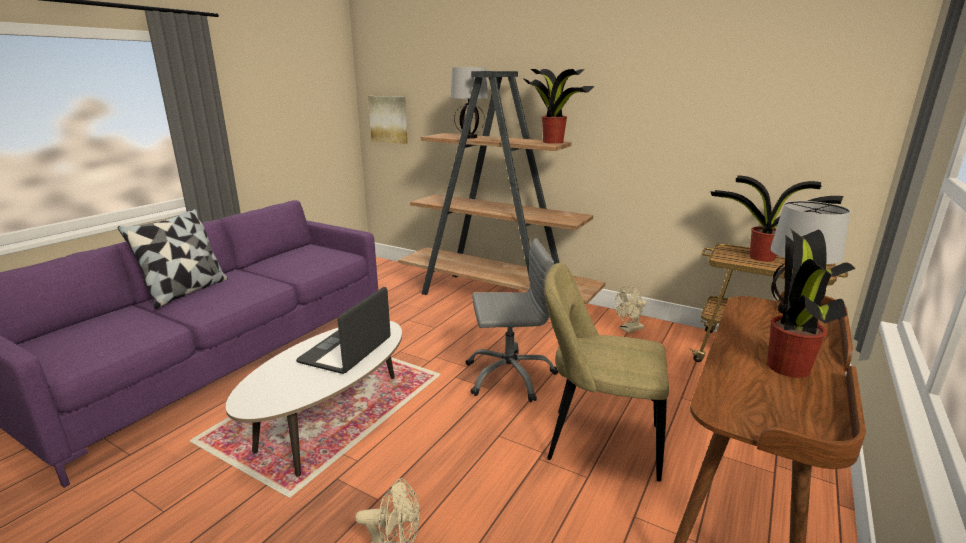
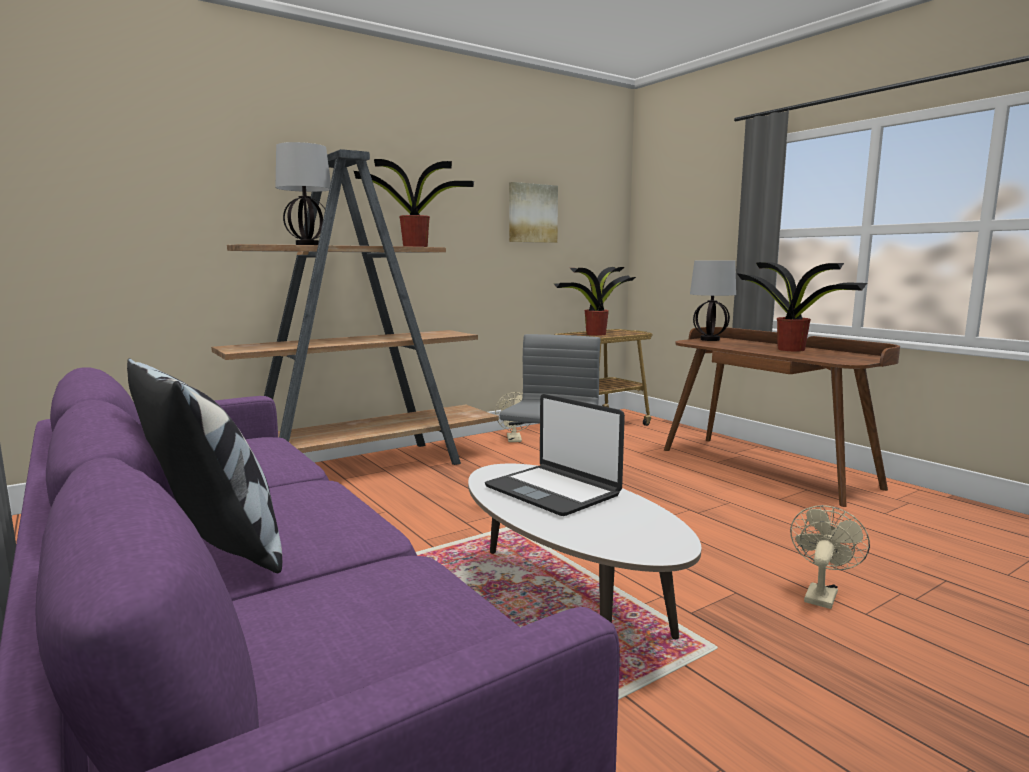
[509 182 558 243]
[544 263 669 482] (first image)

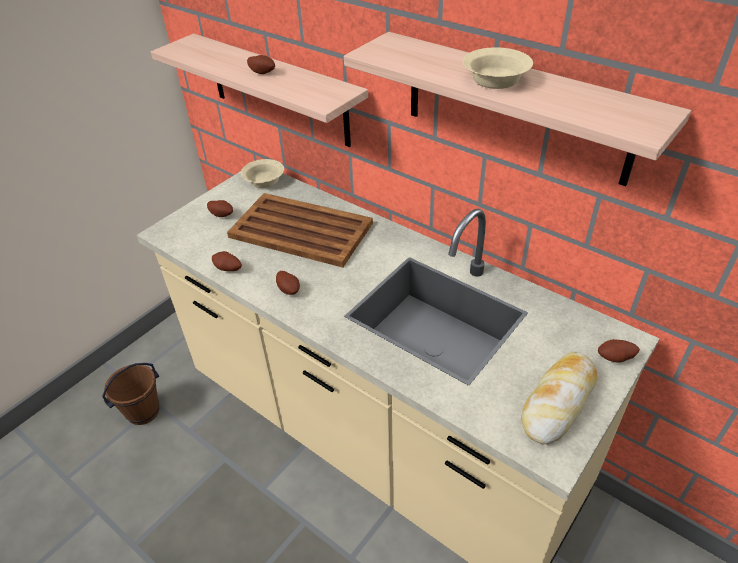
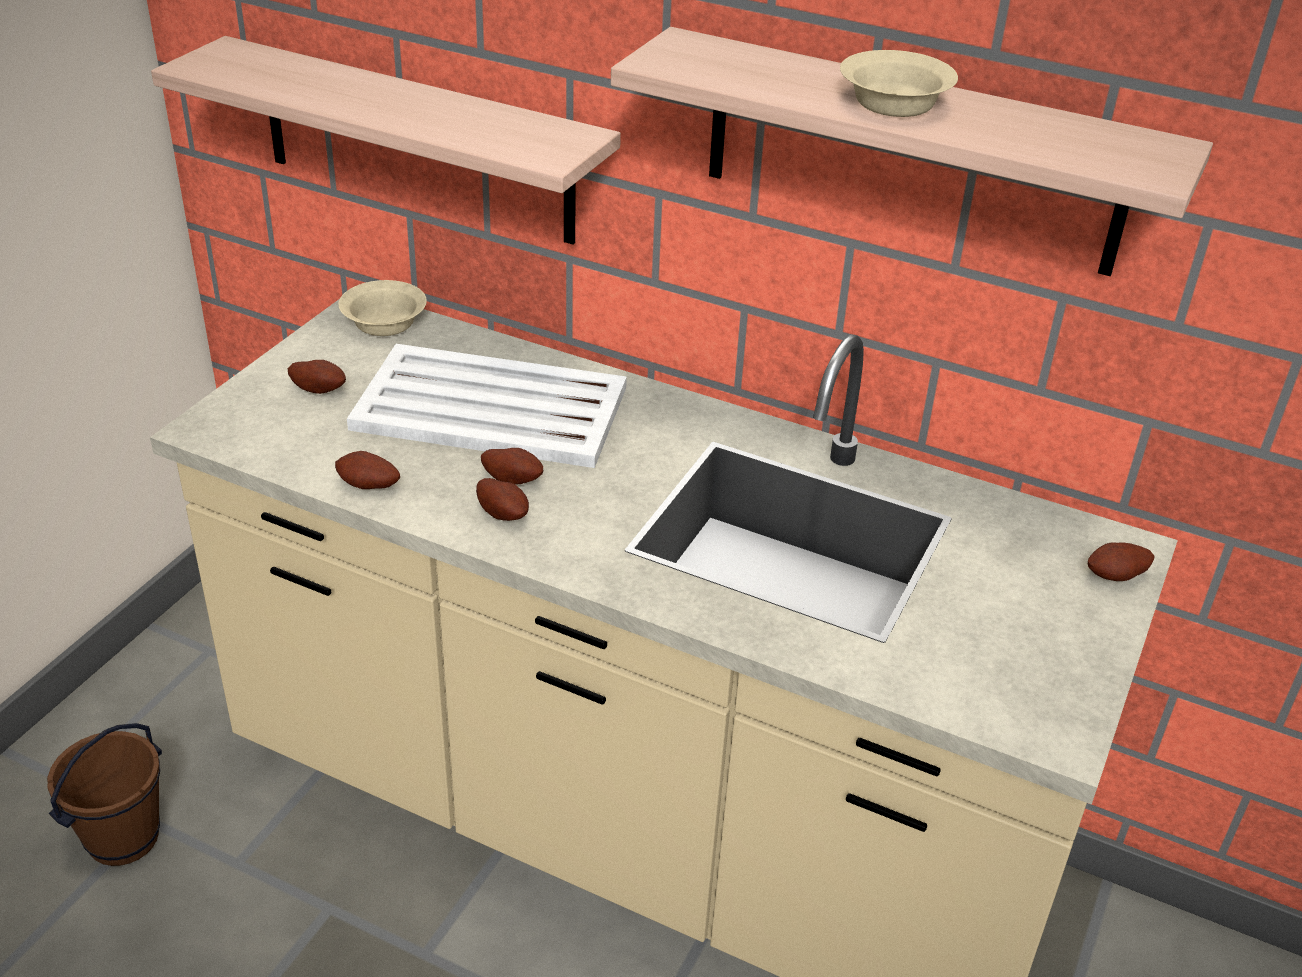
[481 448 543 485]
[347 344 627 468]
[521 352 598 444] (first image)

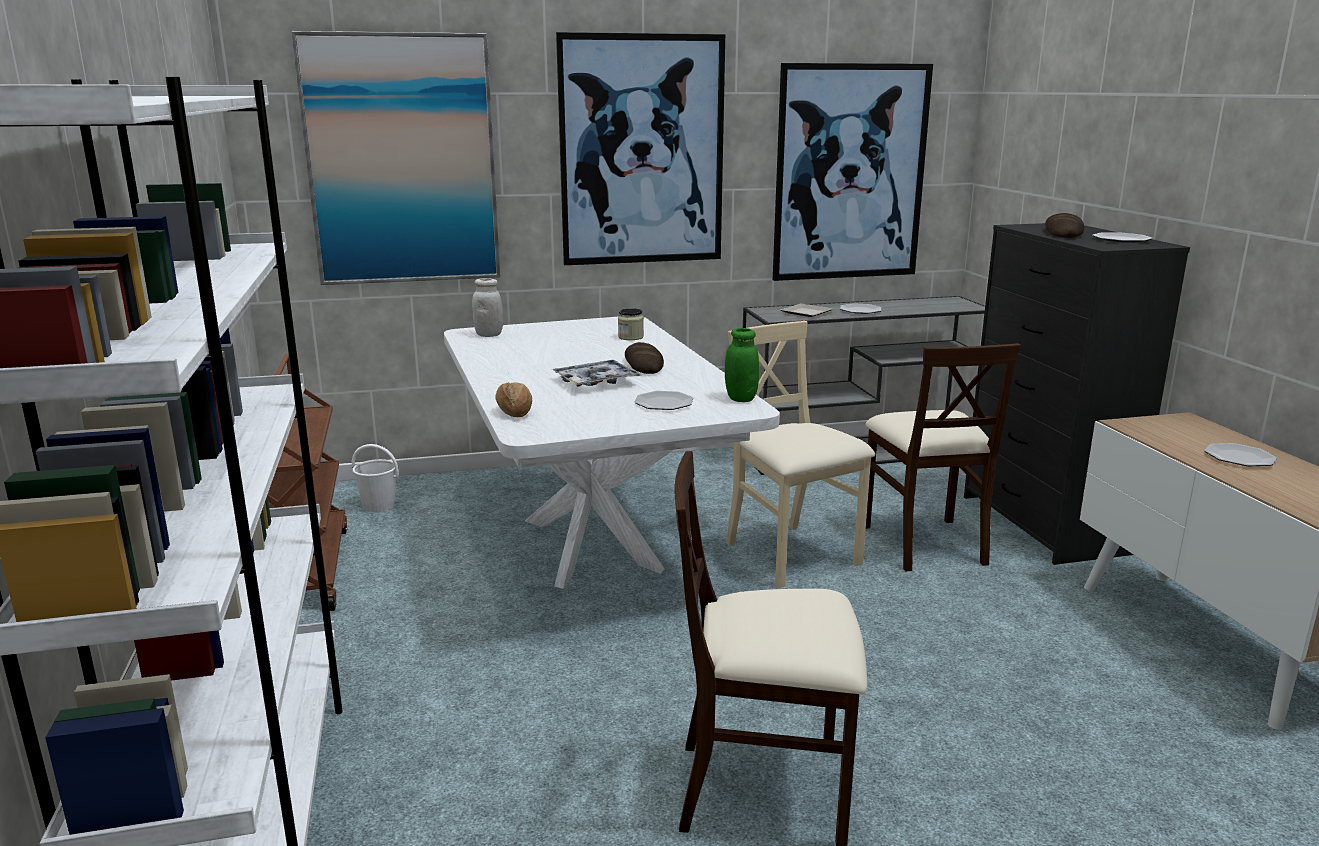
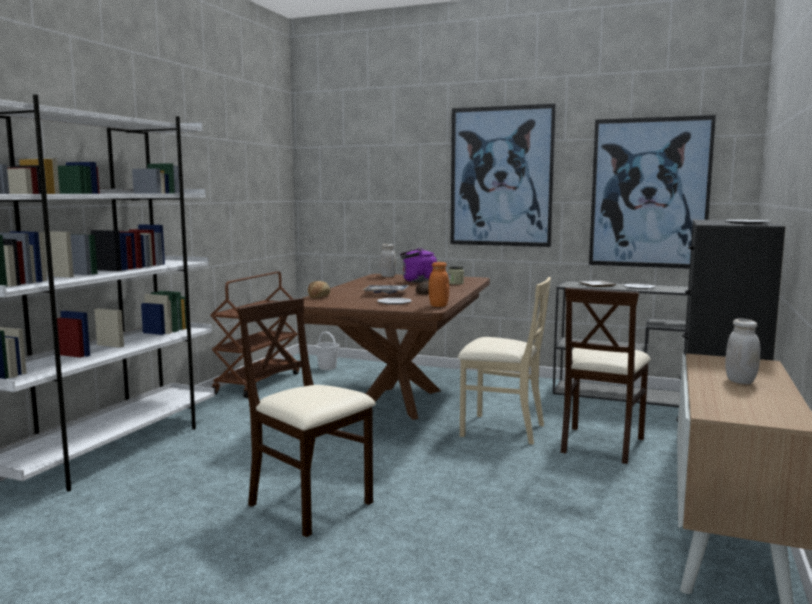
[291 31 500 285] (first image)
[1045 213 1085 238] (first image)
[303 274 490 420]
[458 277 551 445]
[428 262 449 307]
[725 319 760 384]
[400 248 437 283]

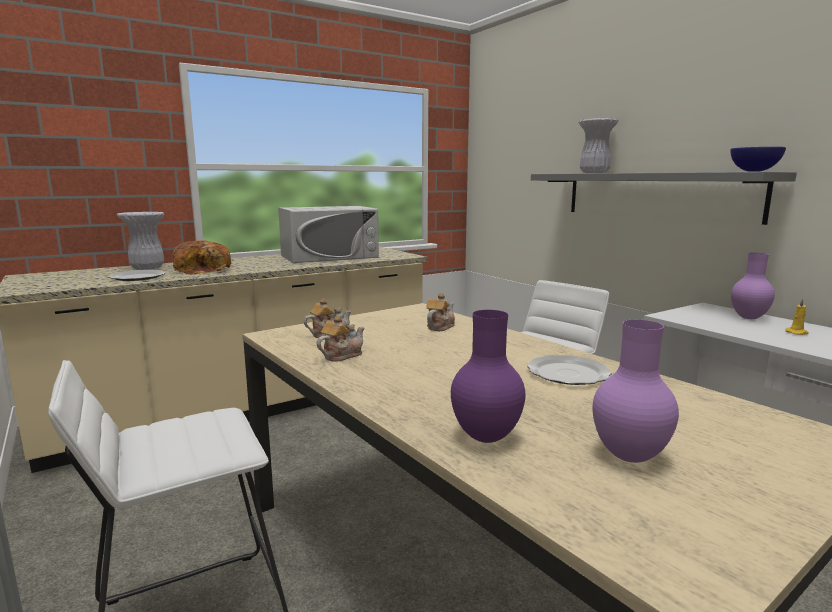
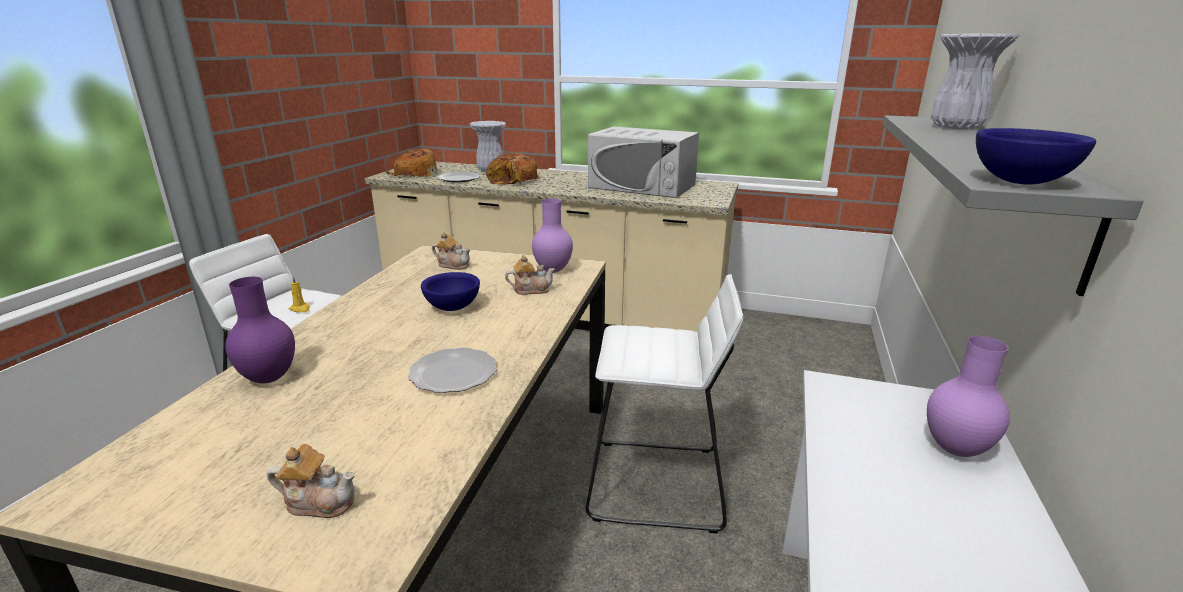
[288 276 310 312]
[267 444 355 518]
[532 199 573 273]
[387 148 437 177]
[421 272 480 311]

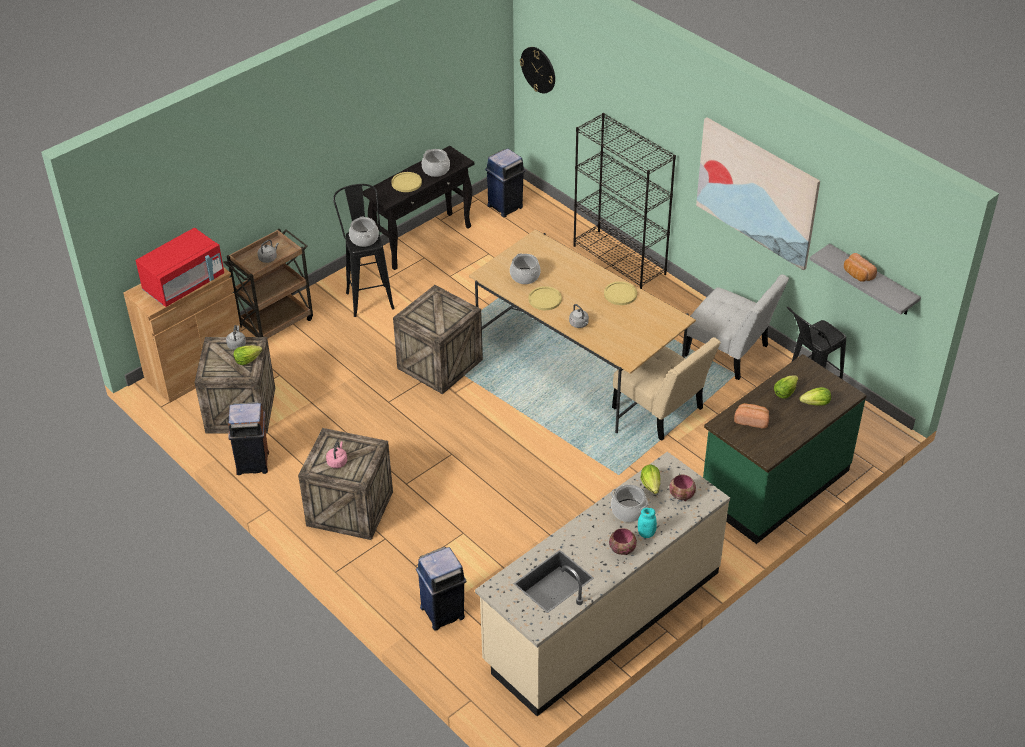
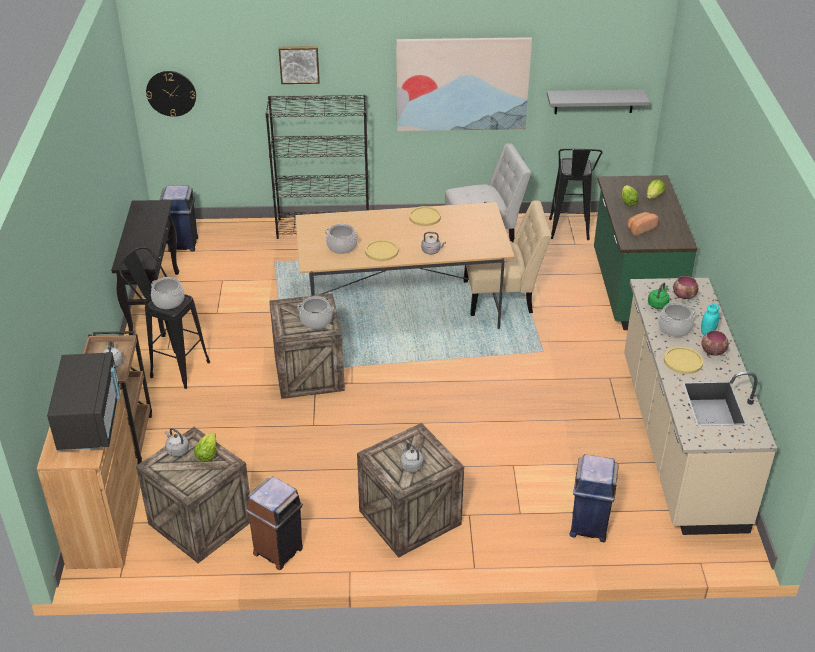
[297 296 334 329]
[664 347 703 374]
[47 352 120 451]
[844 253 877 282] (first image)
[400 443 424 472]
[648 283 670 309]
[279 46 320 84]

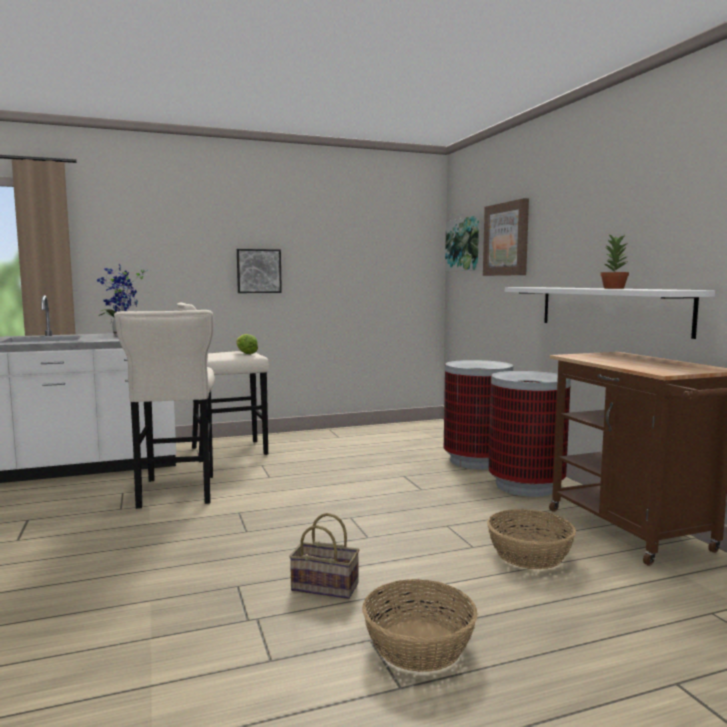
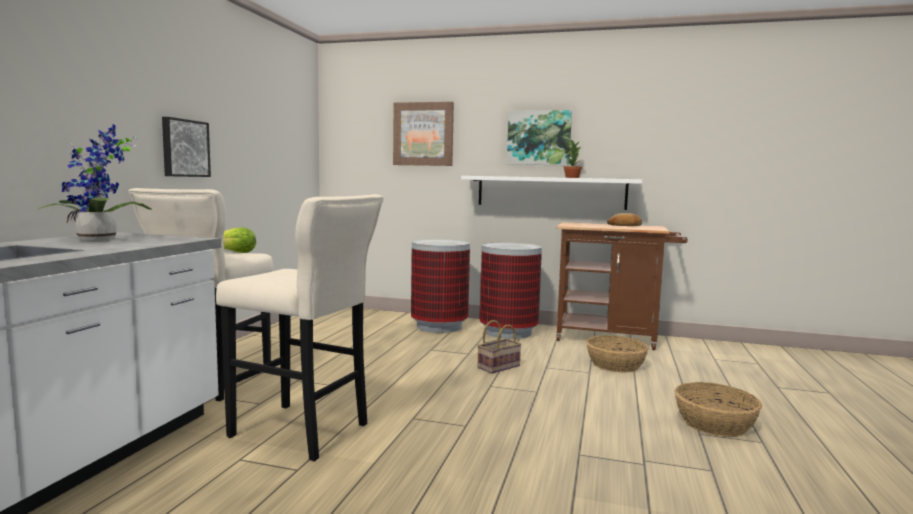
[507 110 572 165]
[477 320 521 374]
[607 213 642 226]

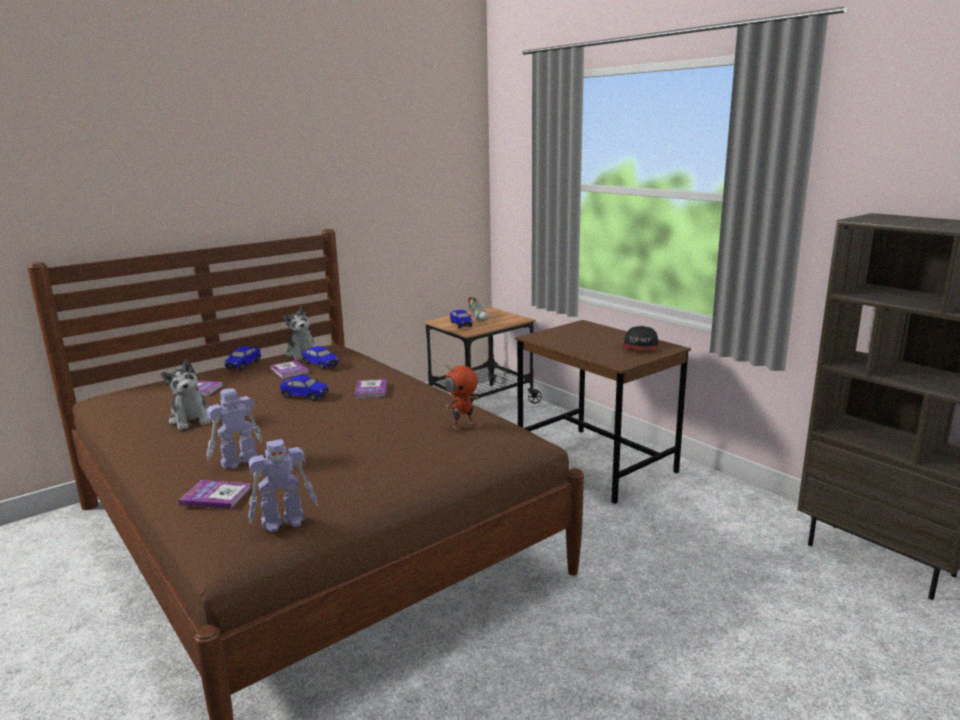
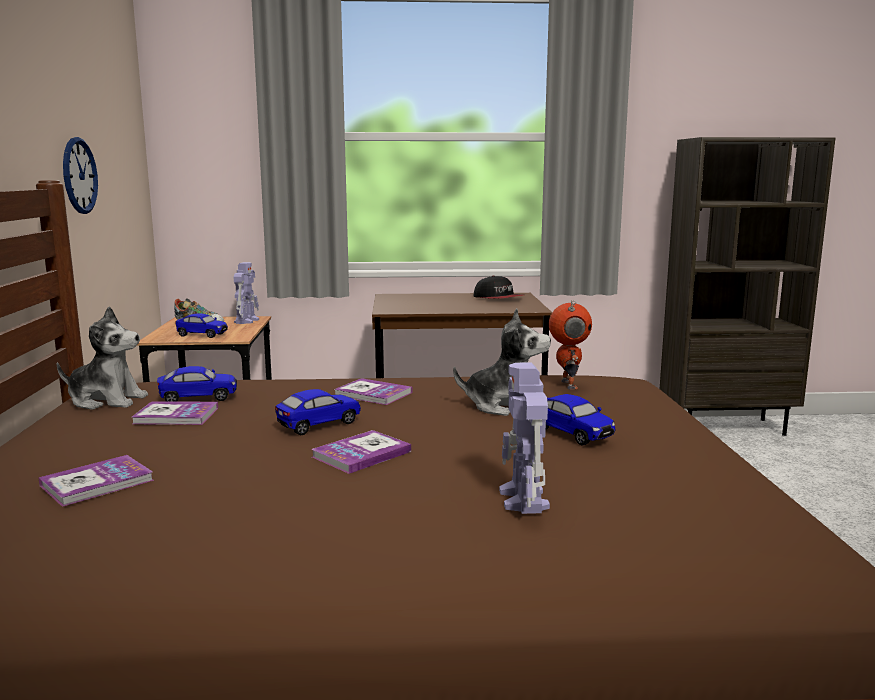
[546 394 615 446]
[453 308 551 416]
[233 262 259 324]
[311 430 411 474]
[63 137 98 214]

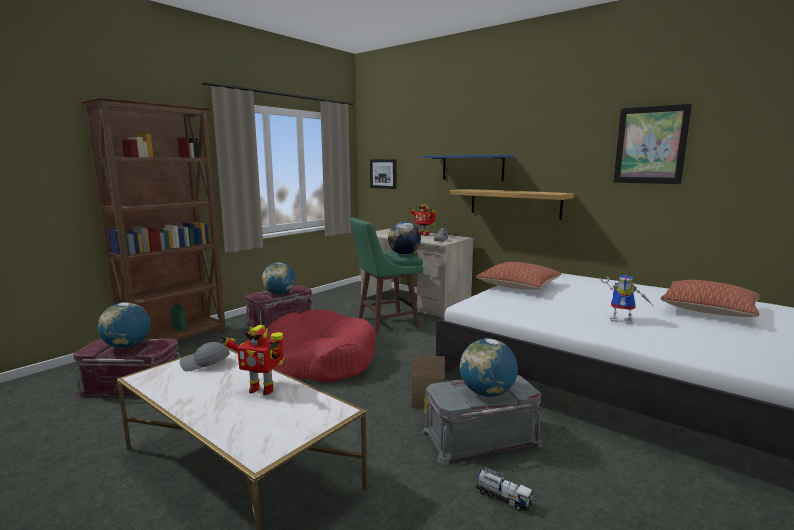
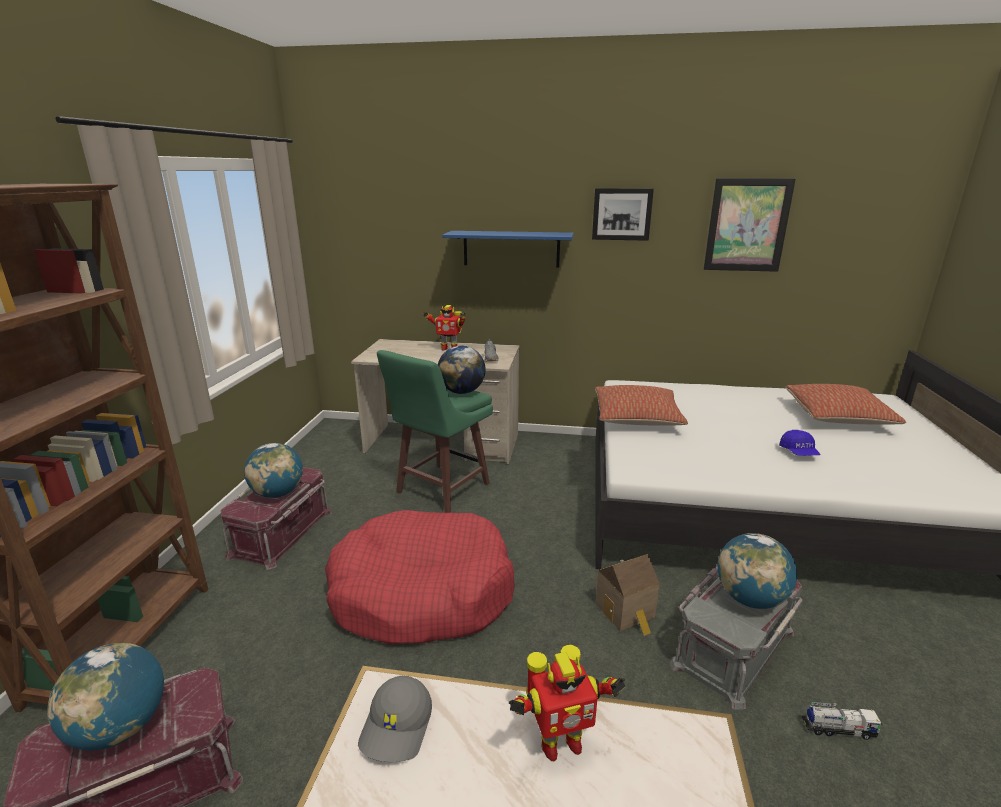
[592 188 654 241]
[450 189 574 220] (first image)
[779 430 821 456]
[358 676 432 762]

